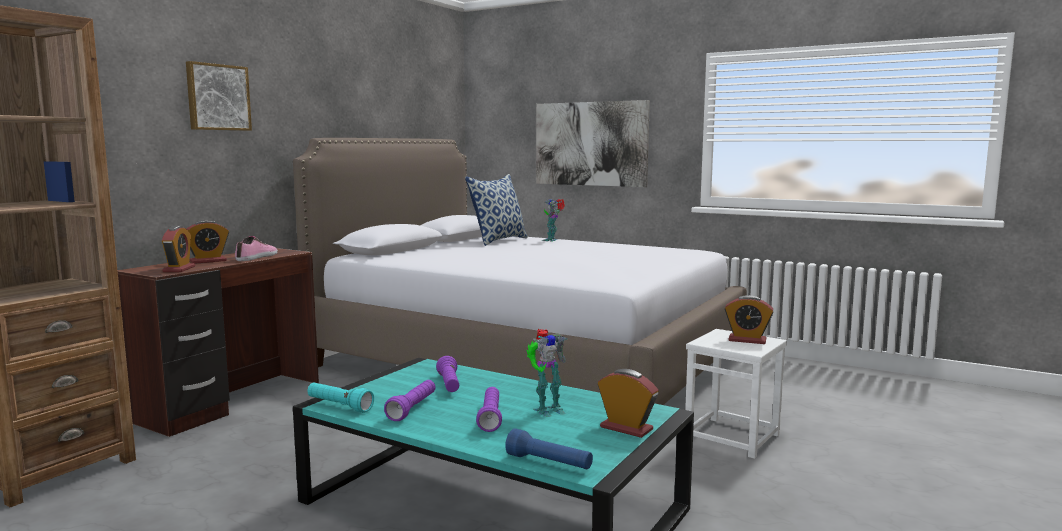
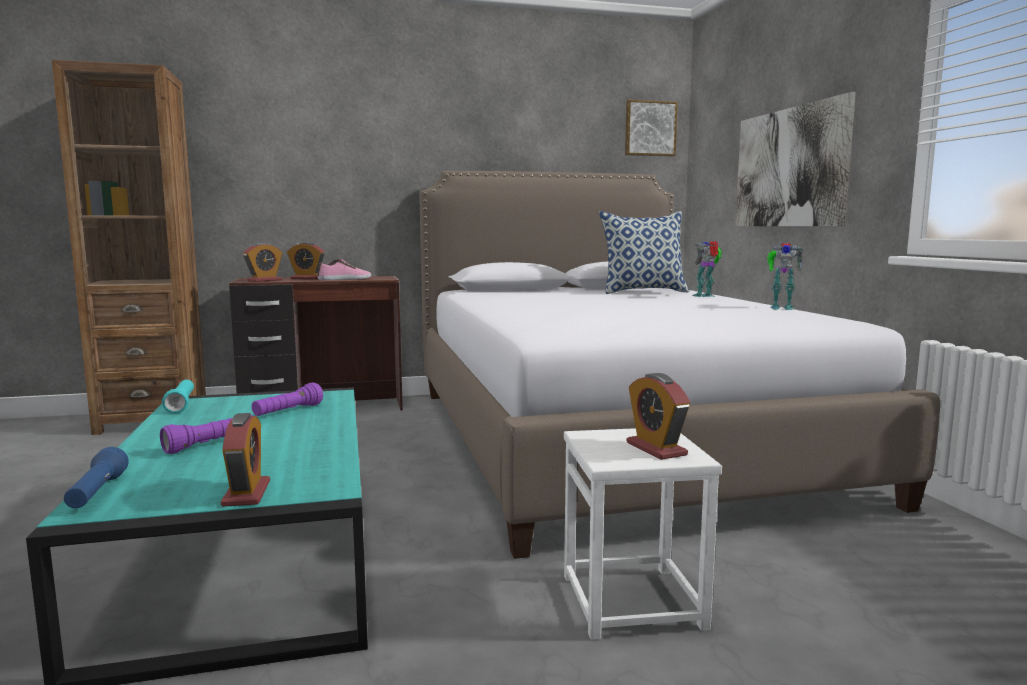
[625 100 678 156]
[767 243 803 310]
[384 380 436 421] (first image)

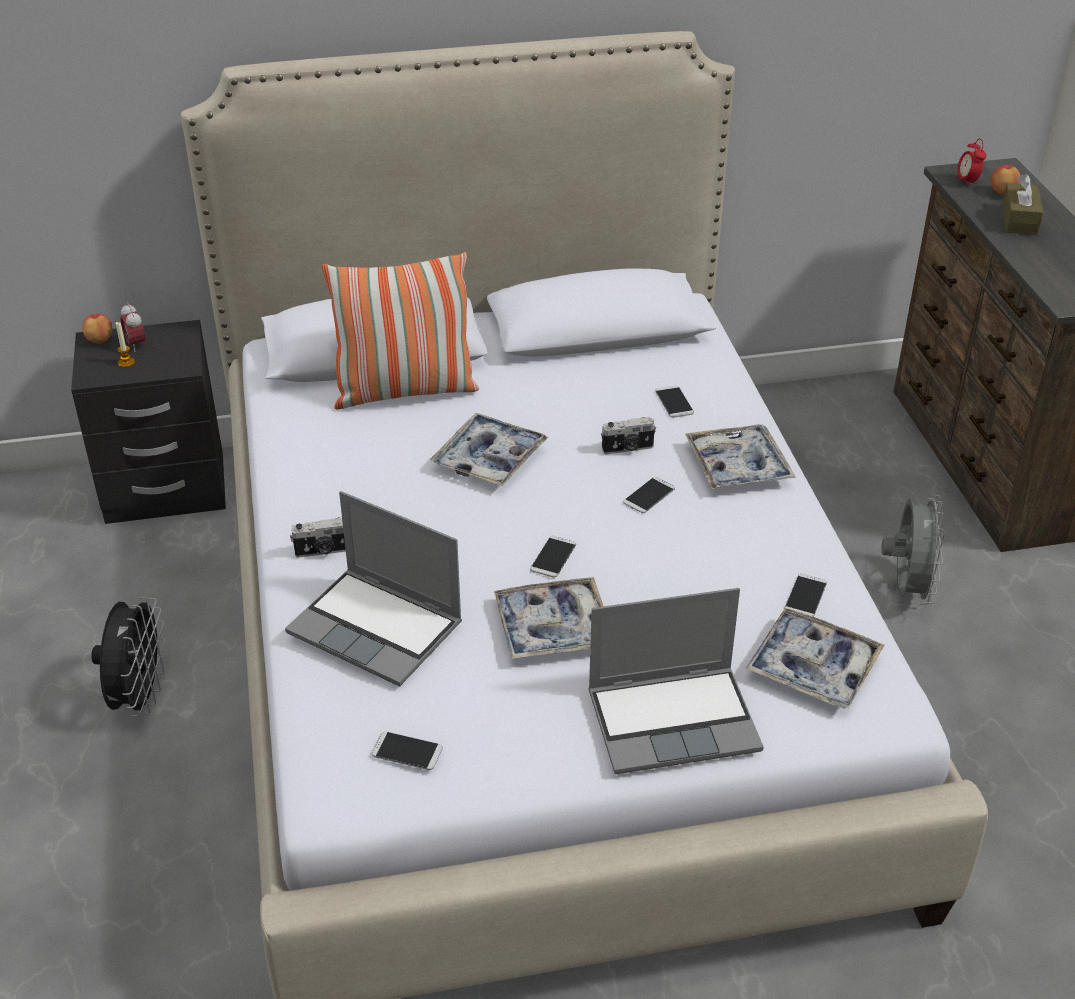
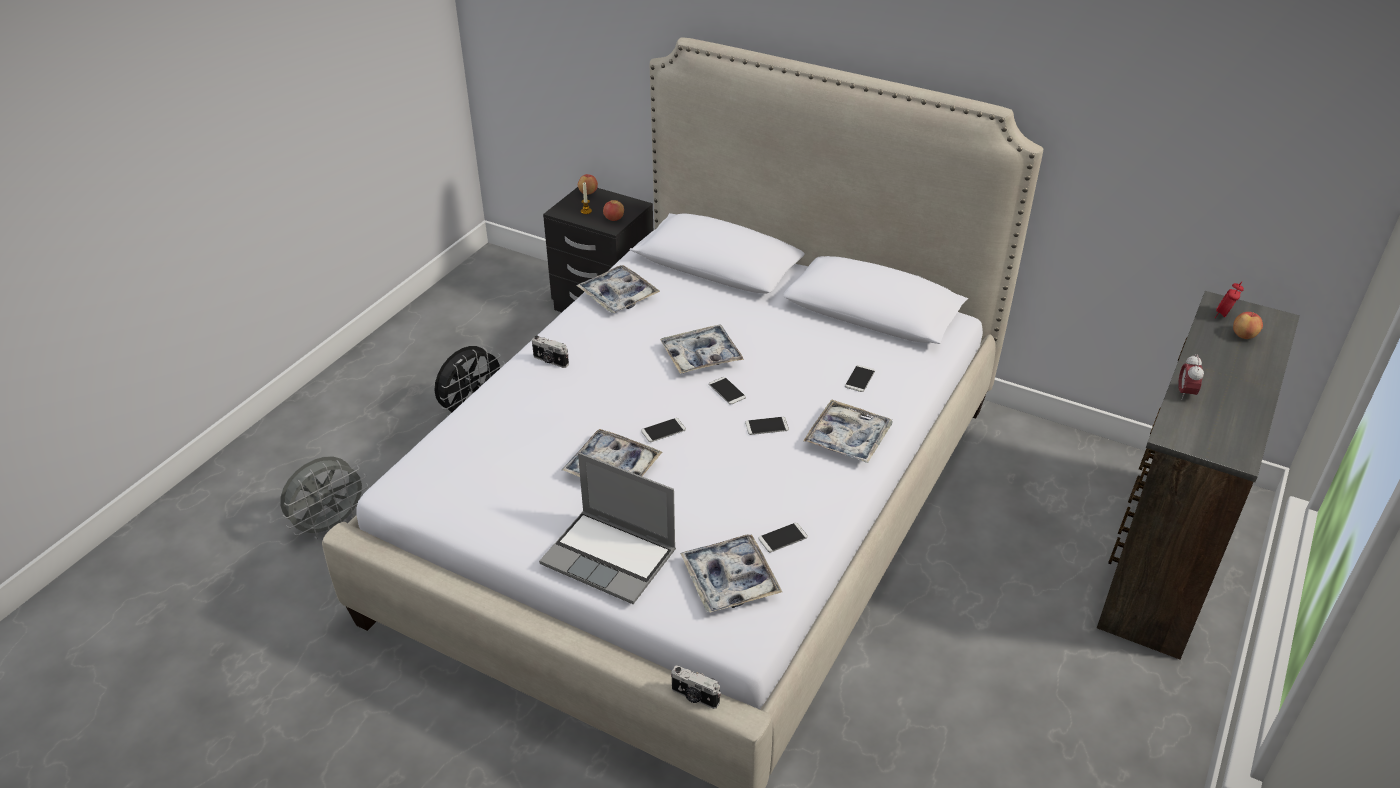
[1002 174 1043 235] (first image)
[322 252 479 410] (first image)
[1178 354 1204 400]
[671 665 721 709]
[285 491 462 687] (first image)
[280 457 369 539]
[709 377 746 404]
[603 200 624 221]
[576 265 660 313]

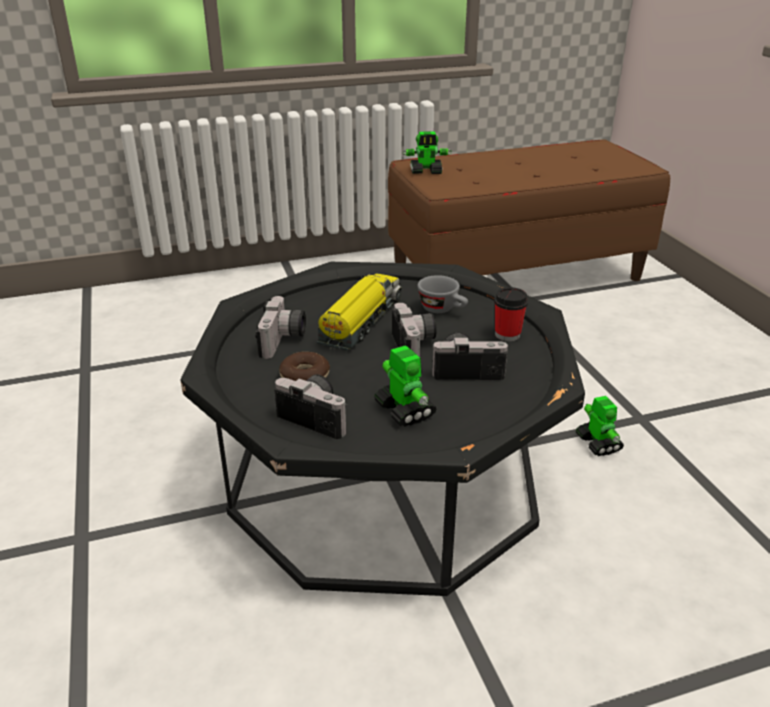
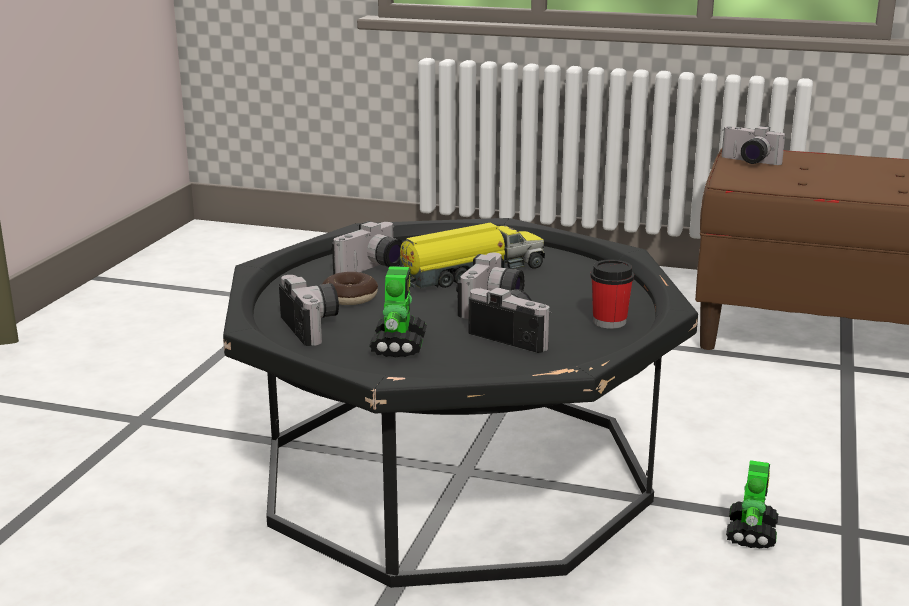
[722 126 785 165]
[417 275 468 313] (first image)

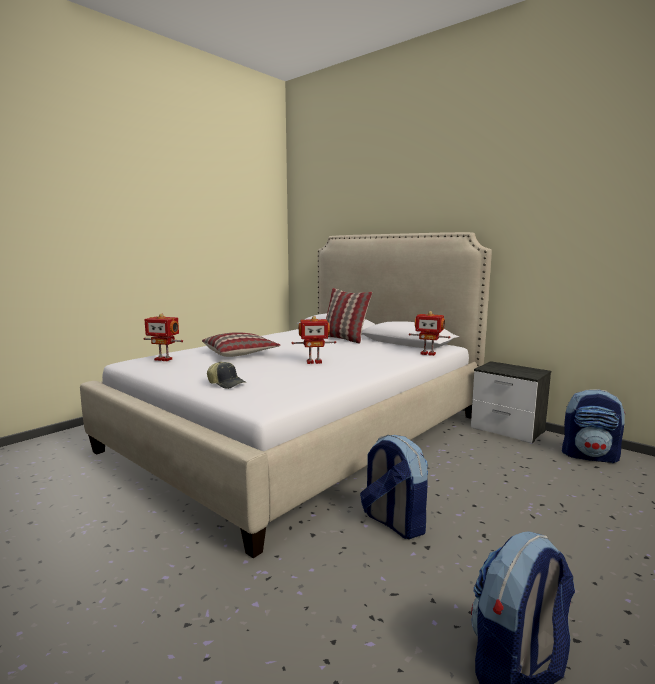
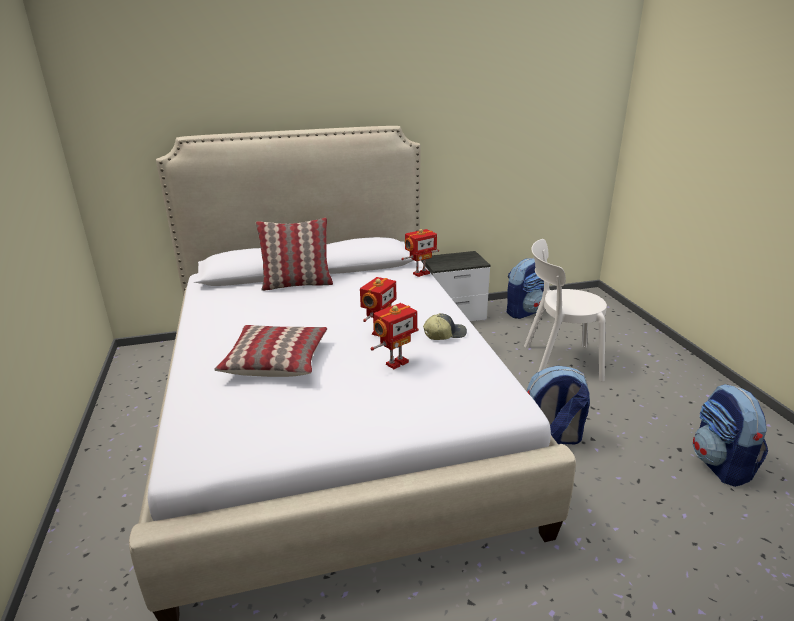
[370 303 419 369]
[423 313 467 340]
[524 239 607 381]

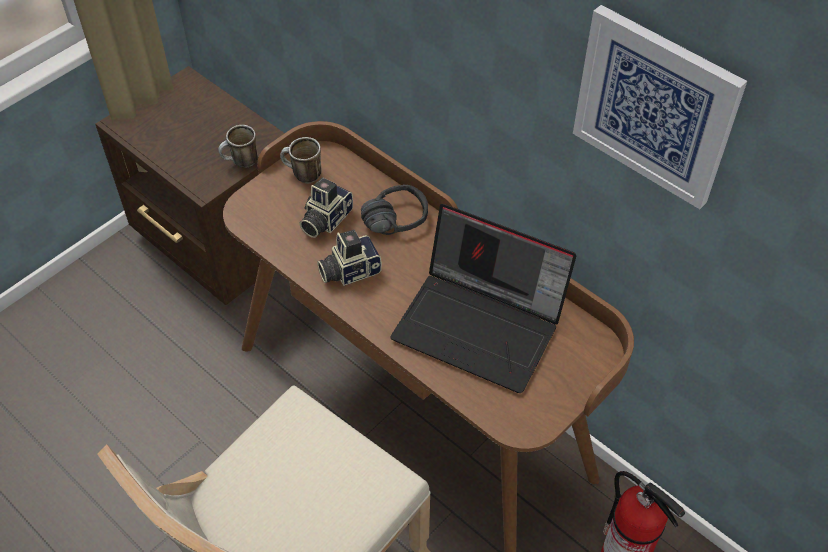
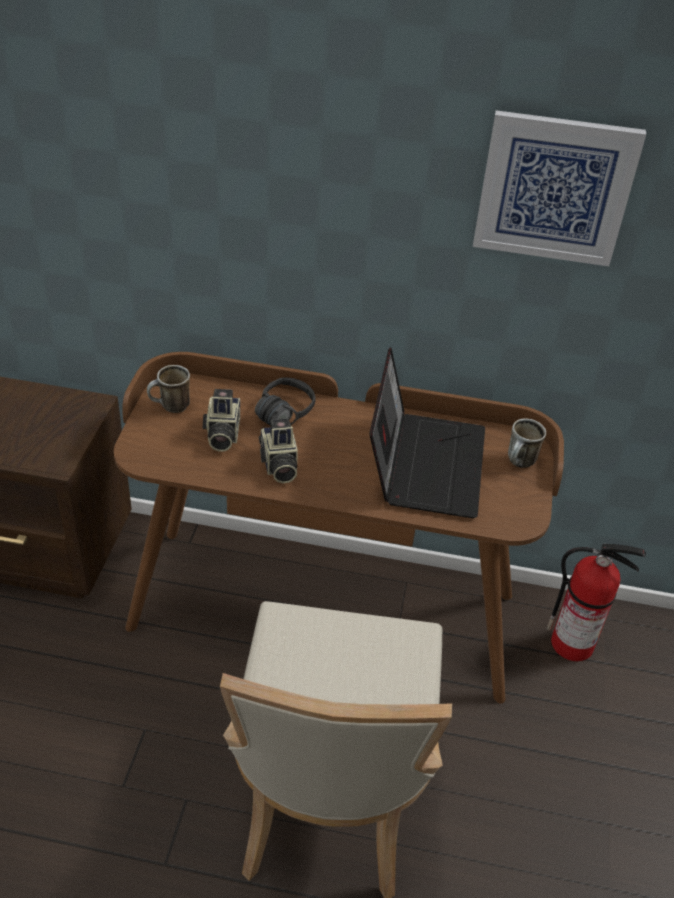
[508 419 546 468]
[370 348 485 518]
[259 419 298 483]

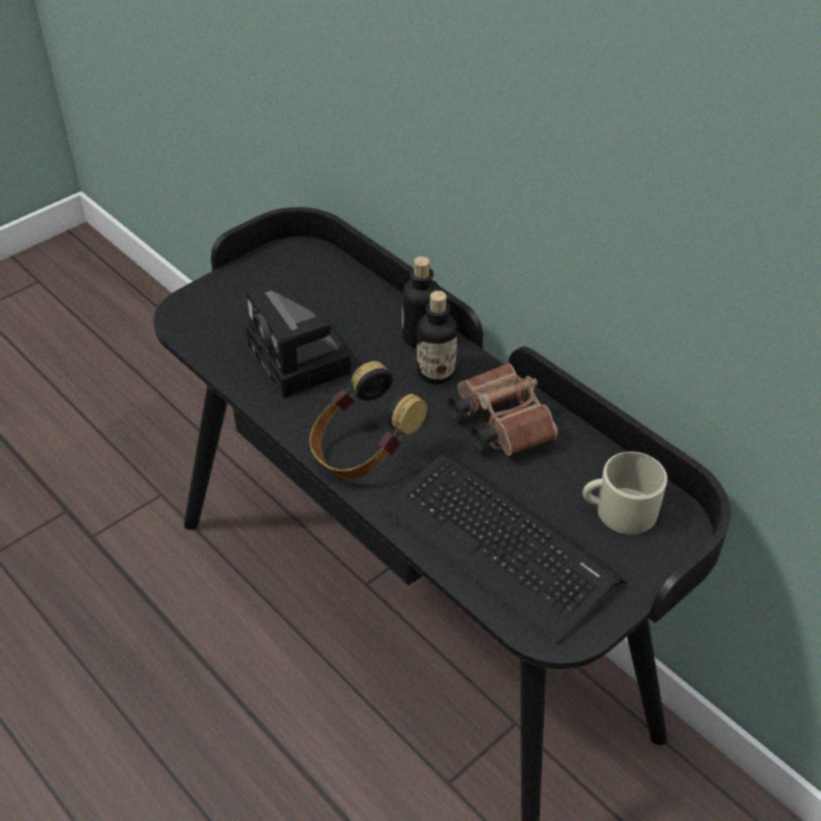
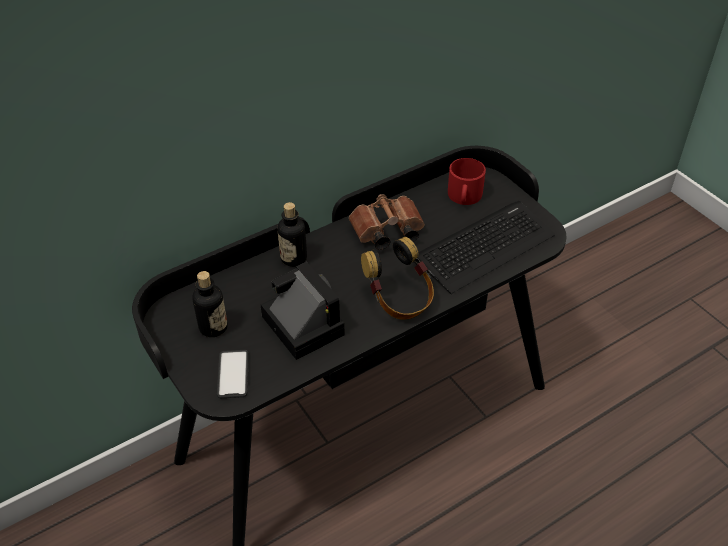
[260 262 345 360]
[192 271 228 337]
[448 158 486 205]
[217 350 249 399]

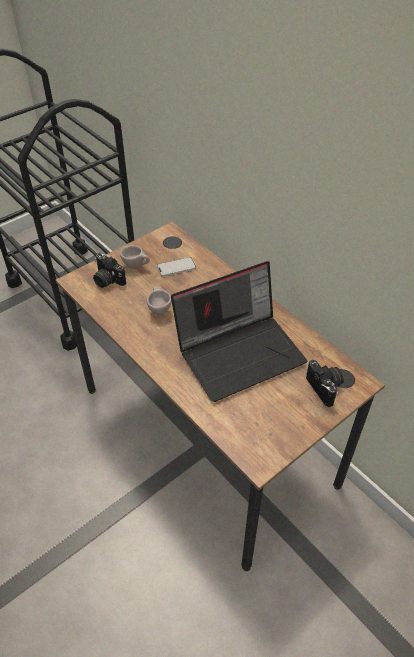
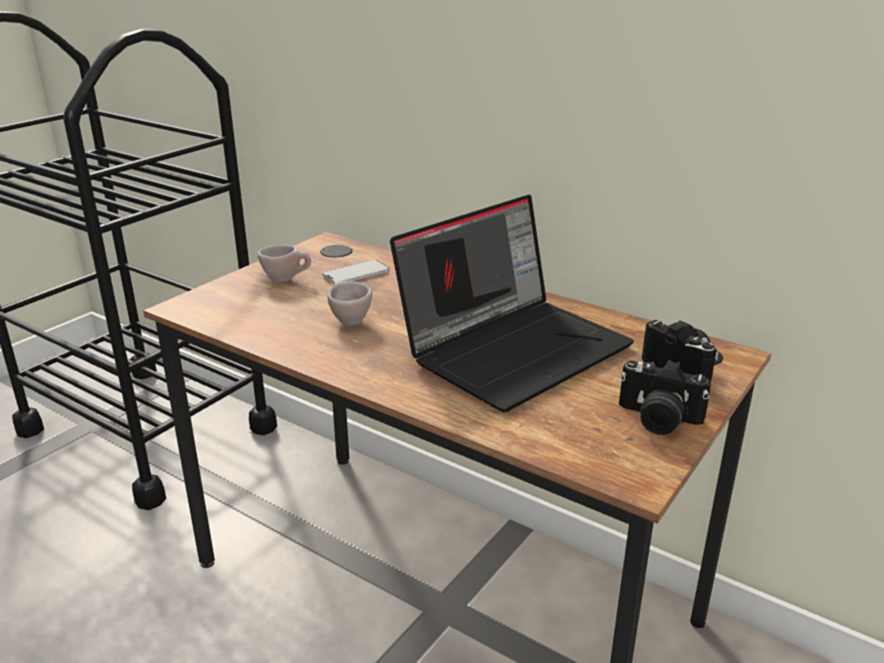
[619 360 711 435]

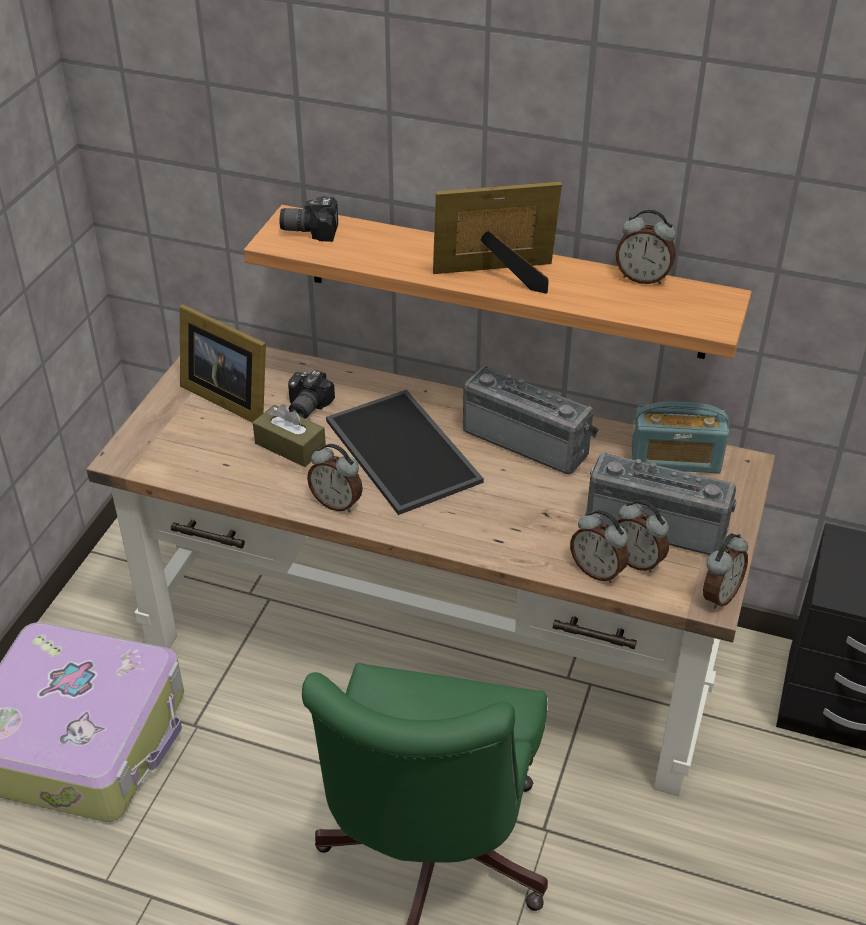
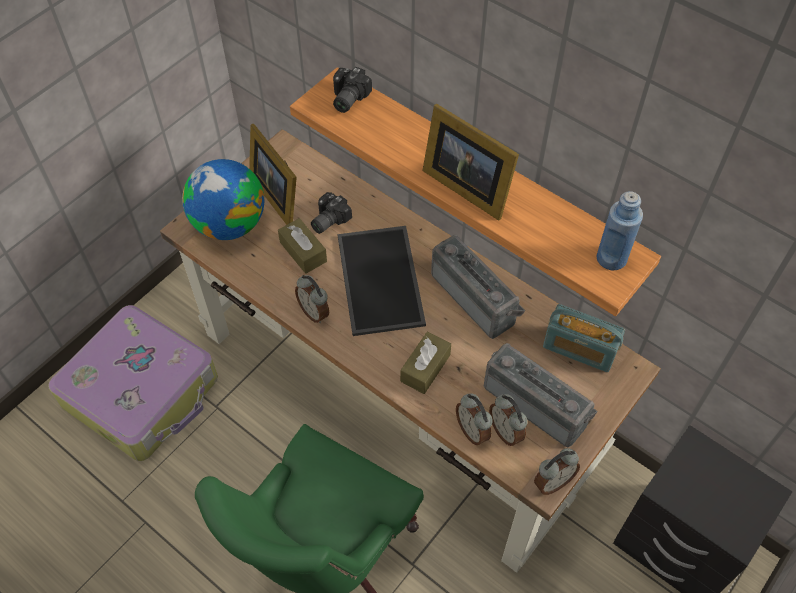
[422 104 519 221]
[333 67 372 113]
[616 209 676 284] (first image)
[182 159 264 240]
[597 191 643 270]
[400 332 451 394]

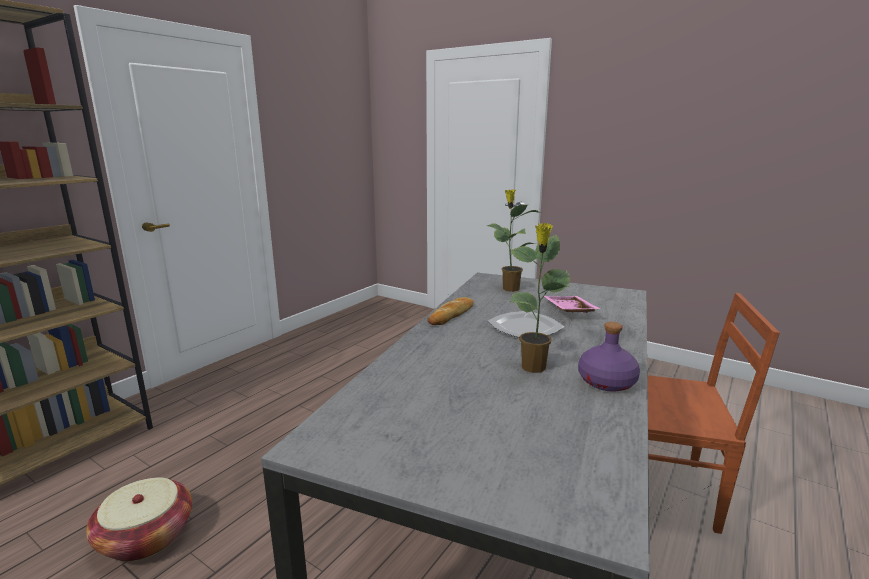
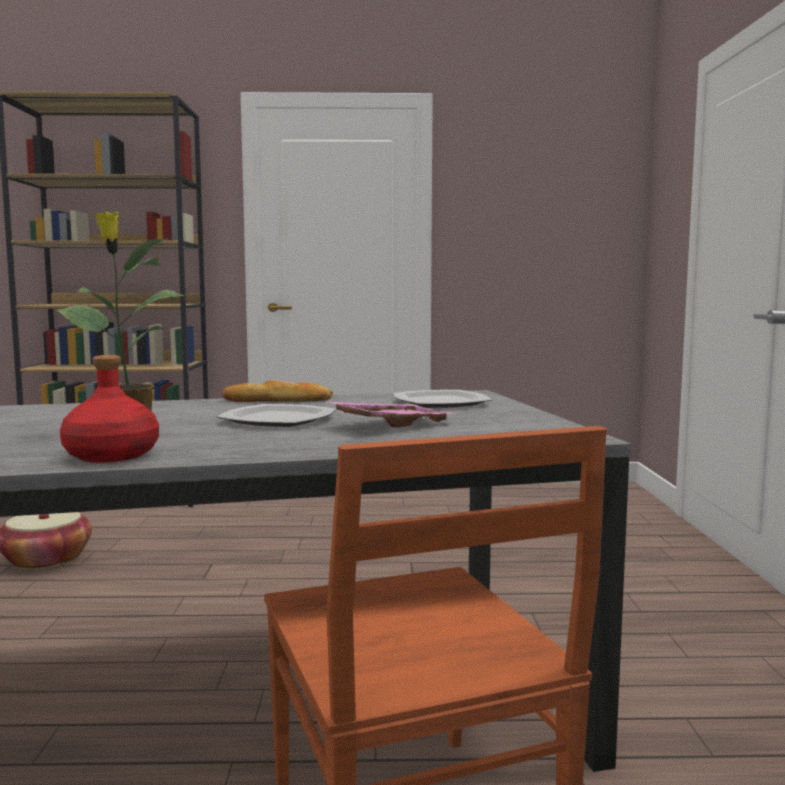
[394 390 492 408]
[60 355 159 462]

